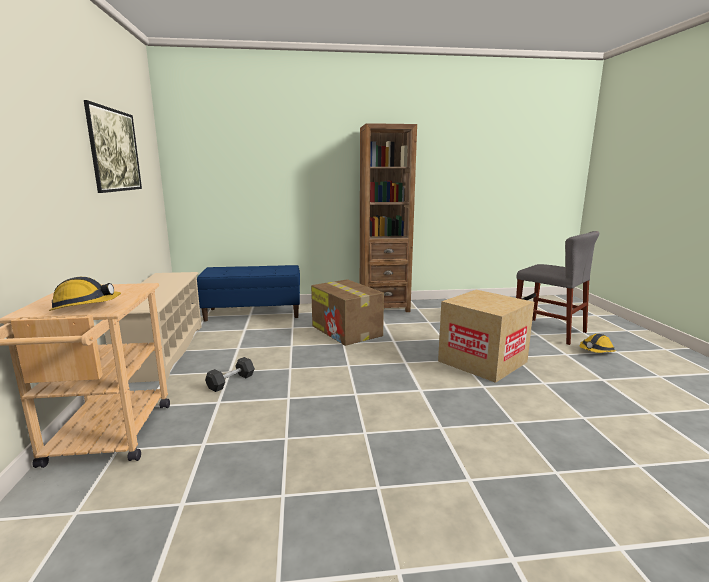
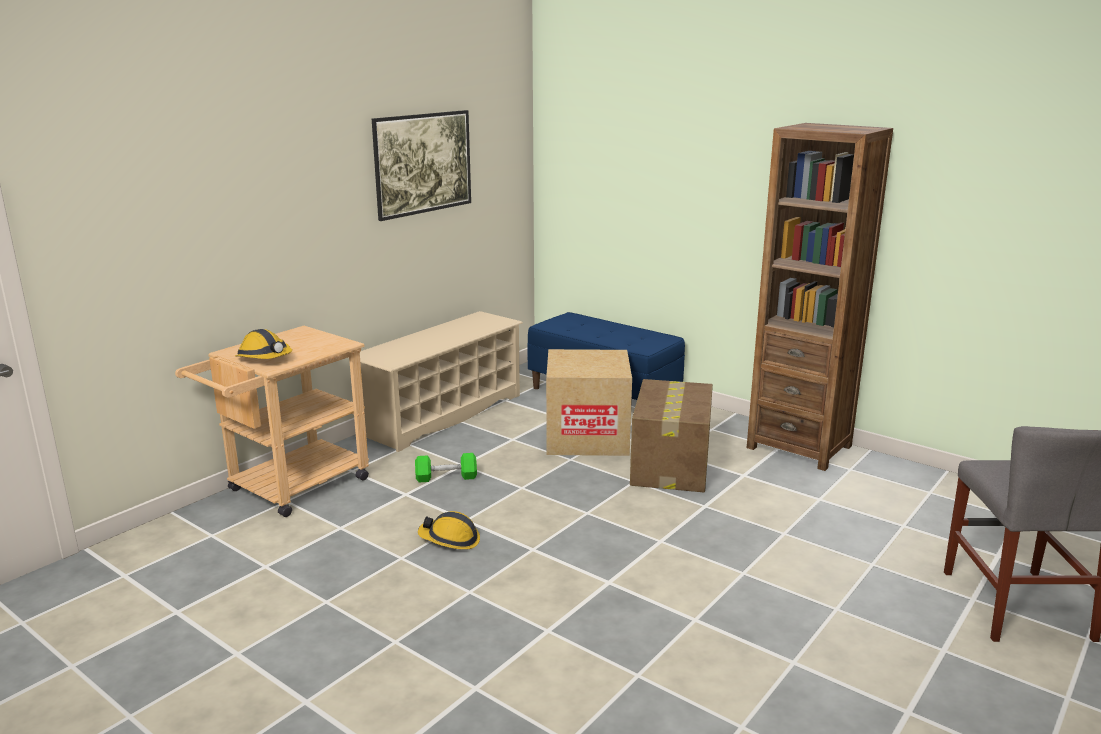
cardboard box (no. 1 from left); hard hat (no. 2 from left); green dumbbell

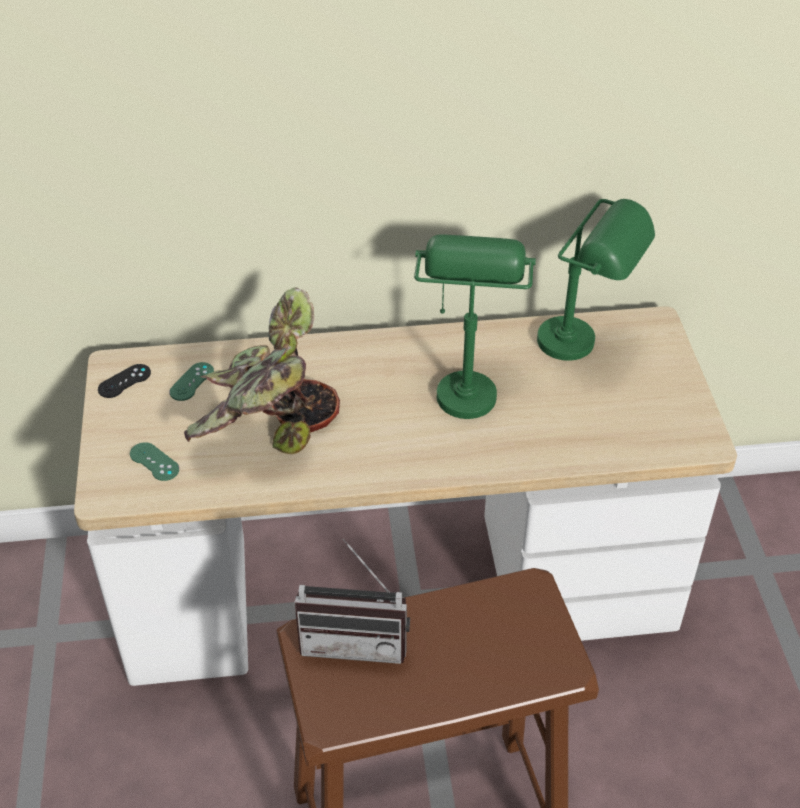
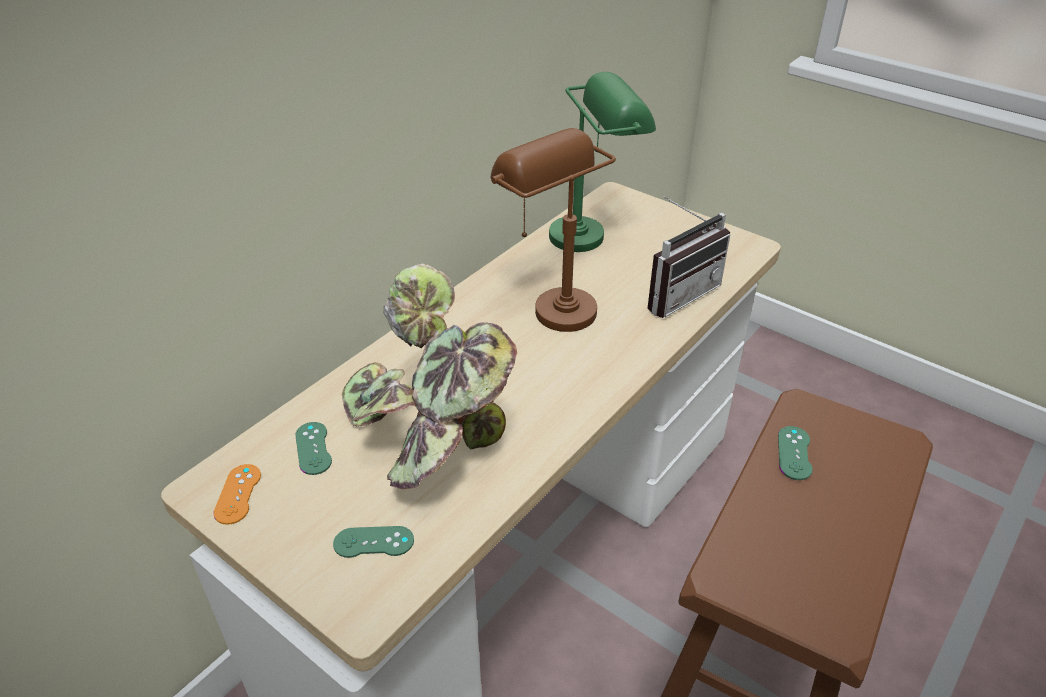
brown table lamp; orange game controller; radio; green game controller (no. 3 from left)

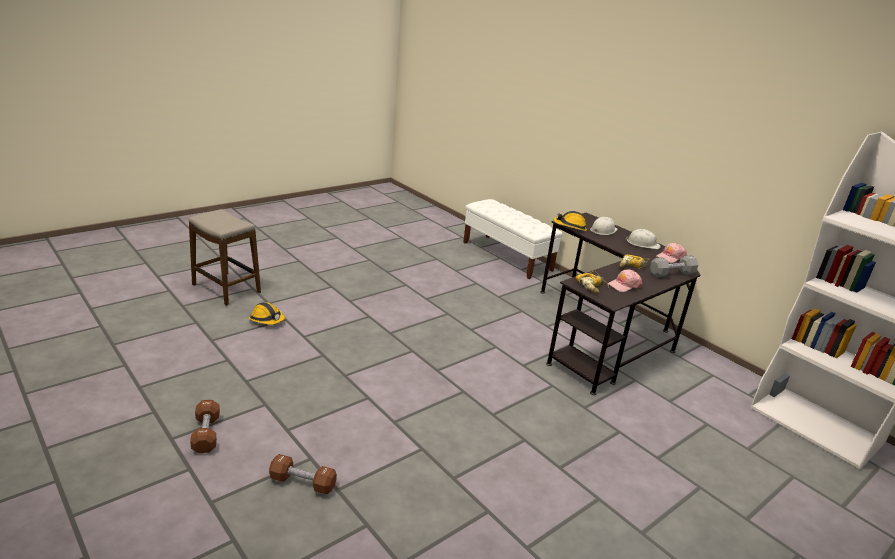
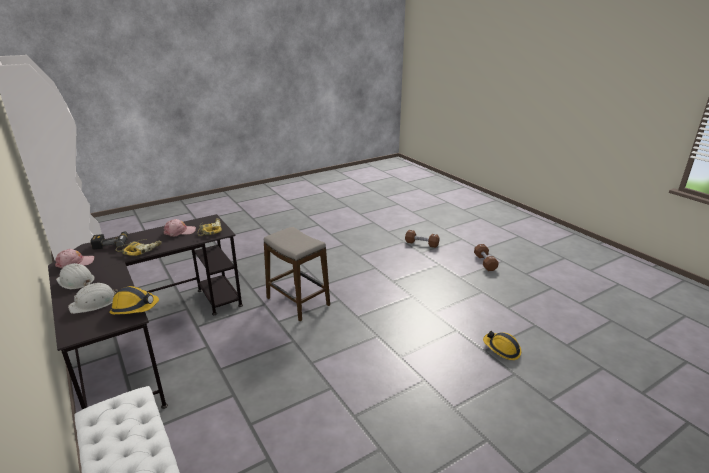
stool; power drill (no. 1 from left)

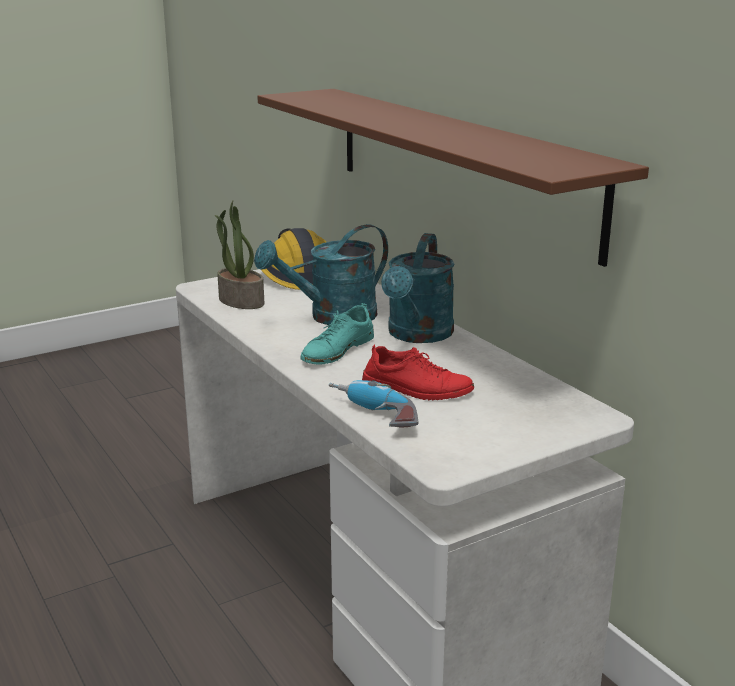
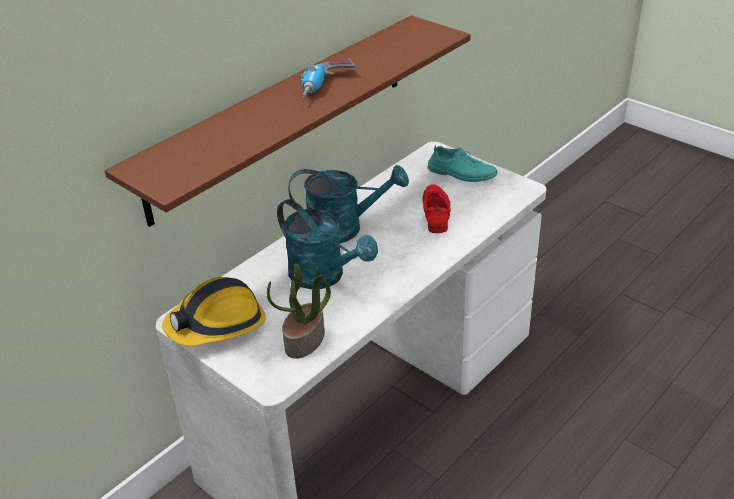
turquoise shoe; power drill

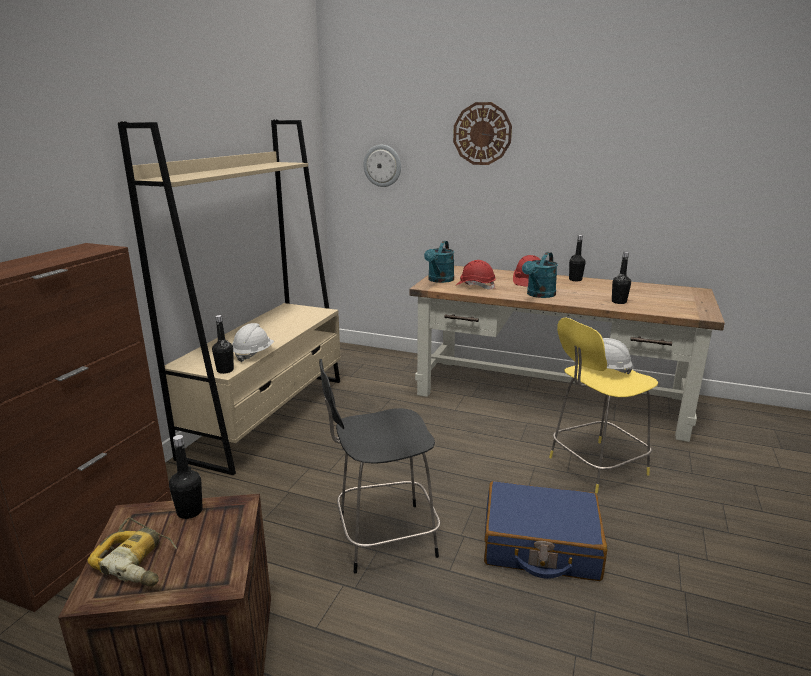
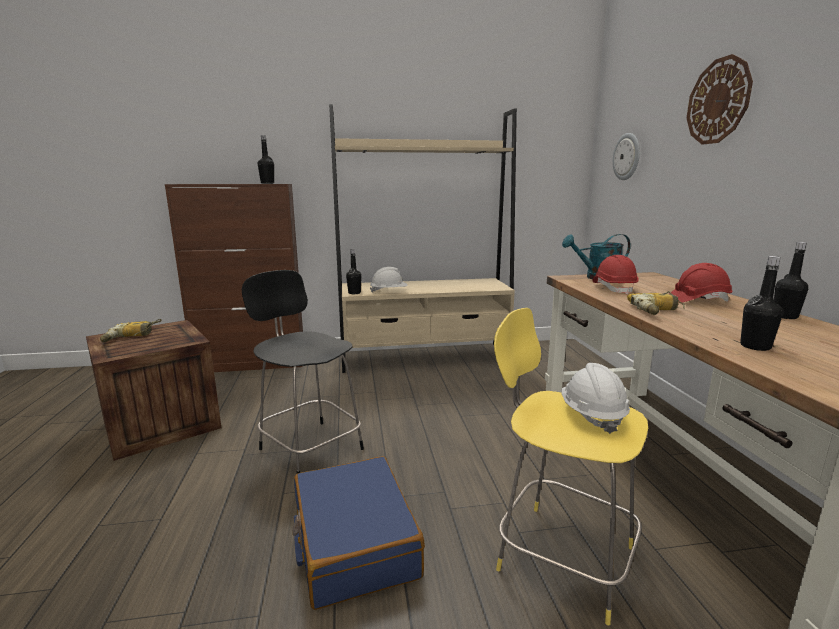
power drill (no. 2 from left); black bottle (no. 1 from left)

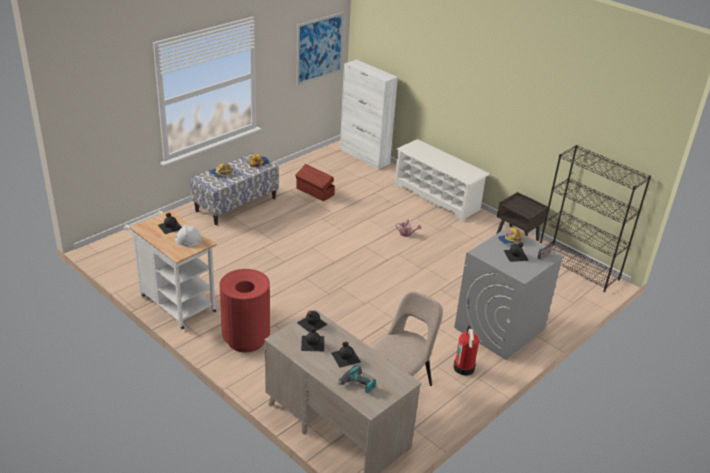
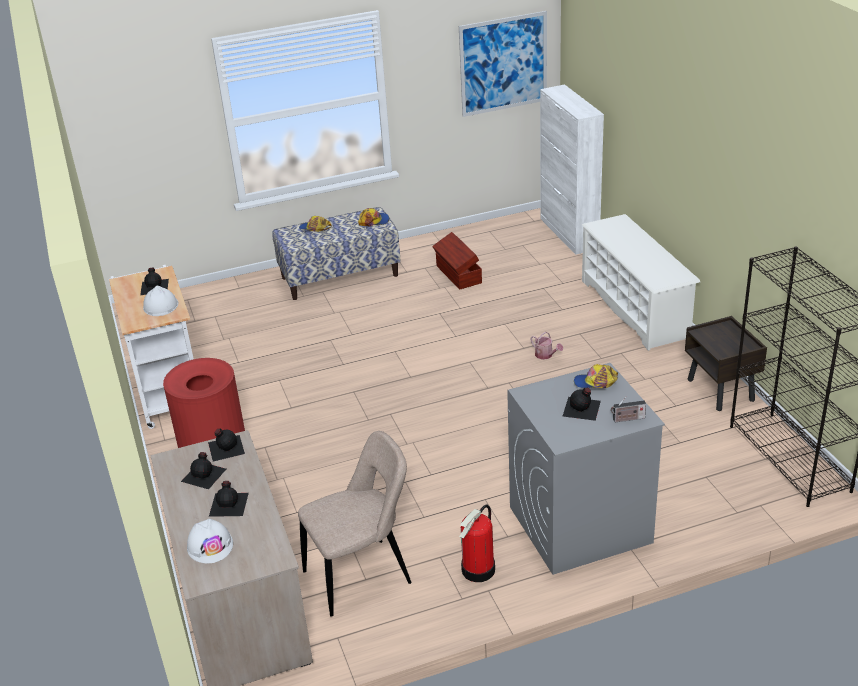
white hard hat (no. 2 from left)

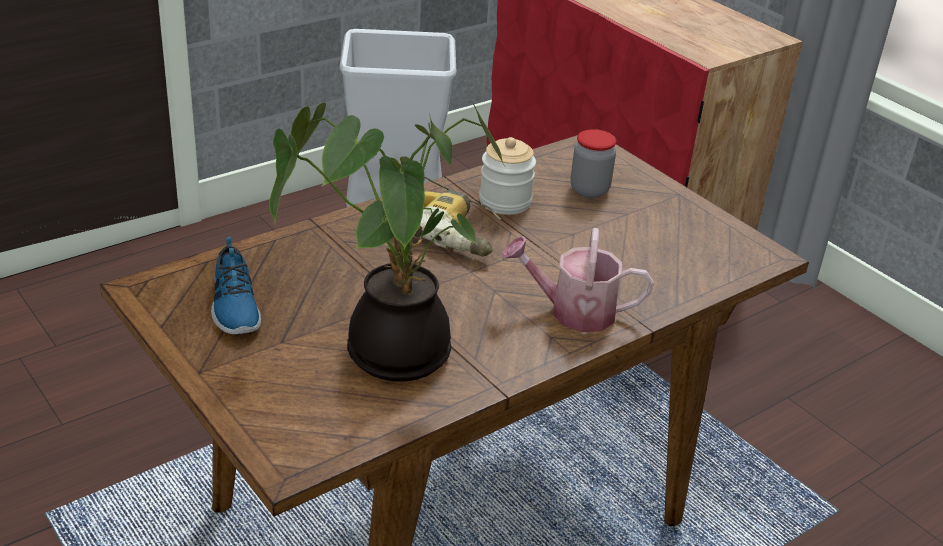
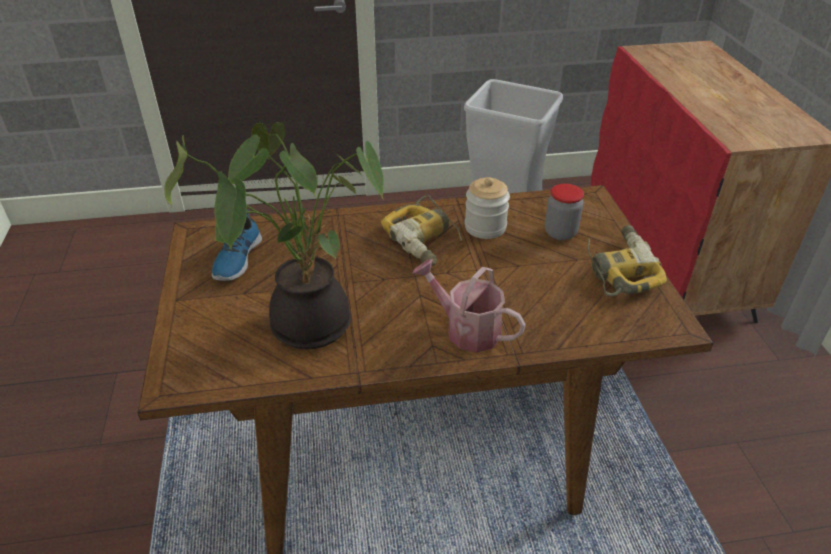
power drill (no. 2 from left)

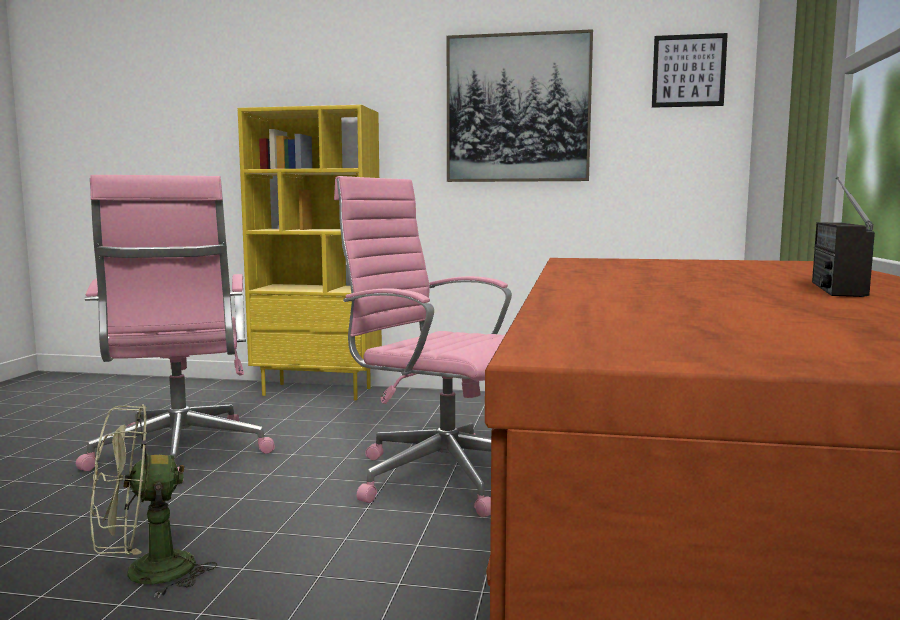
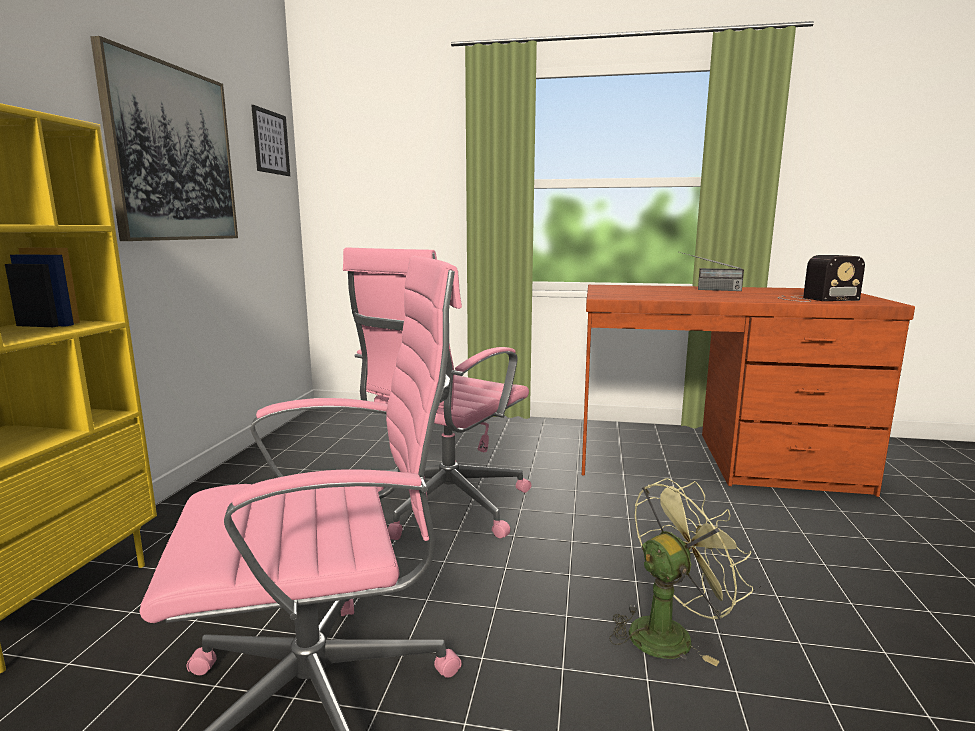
green fan; radio (no. 2 from left)

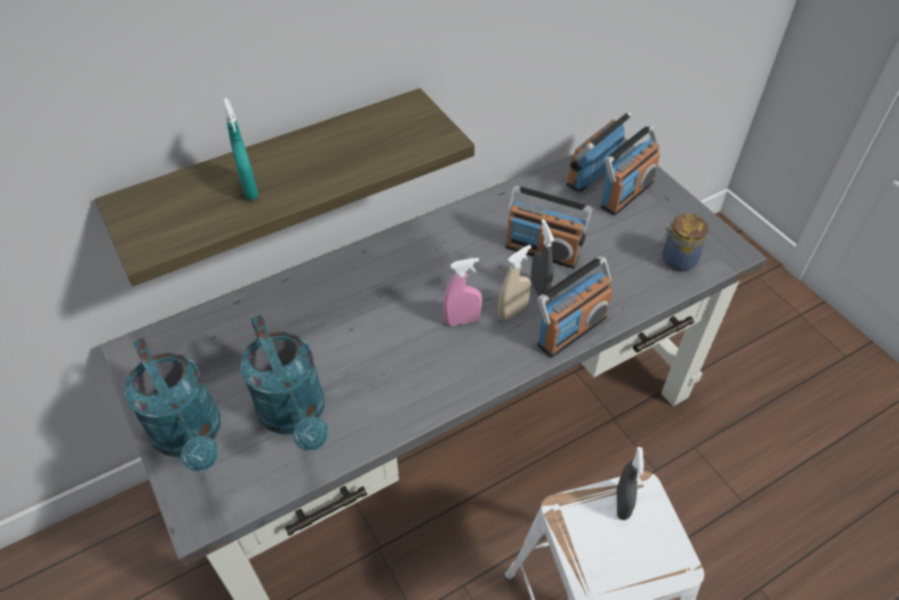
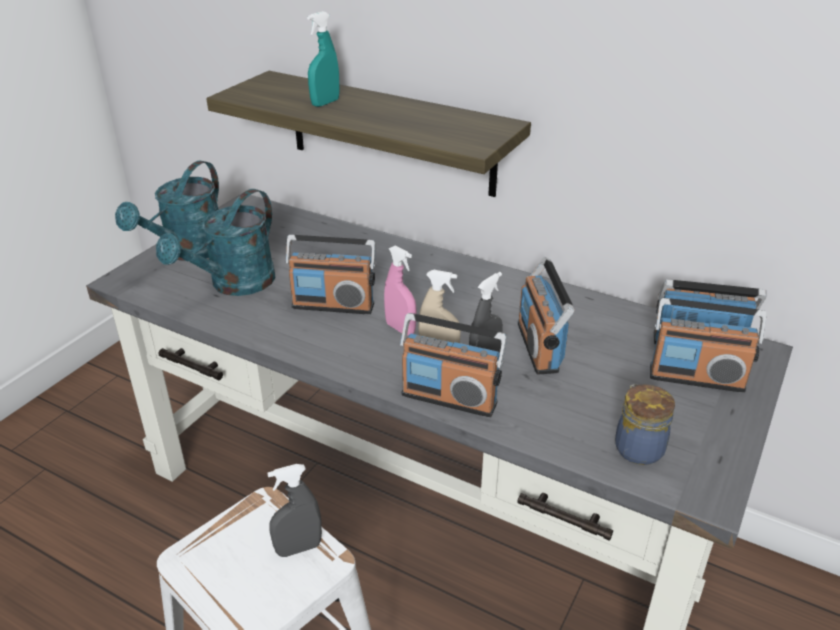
radio (no. 1 from left)

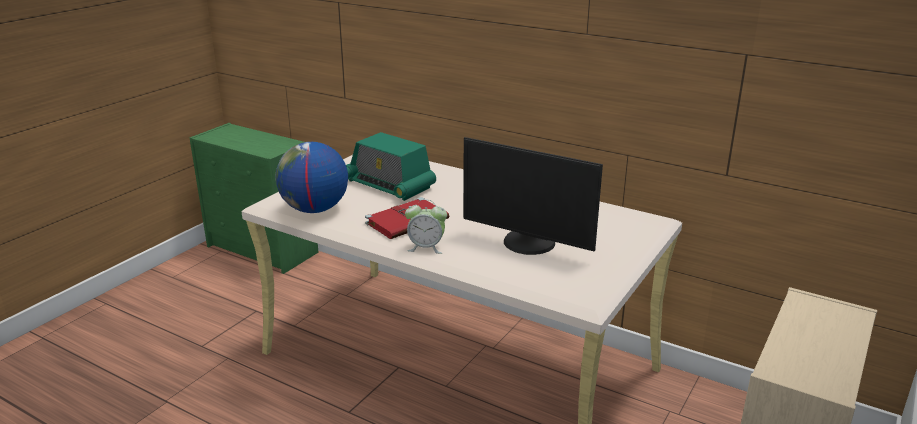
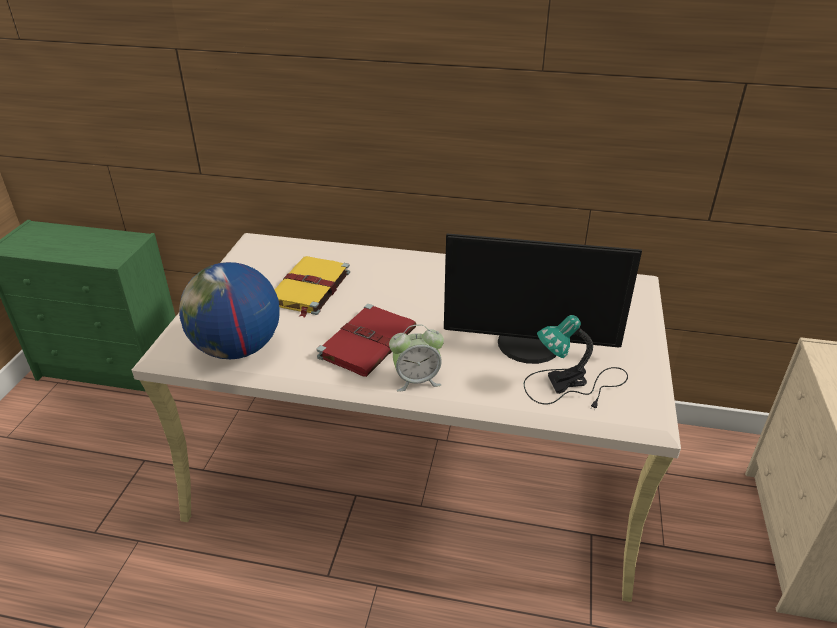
yellow book; table lamp

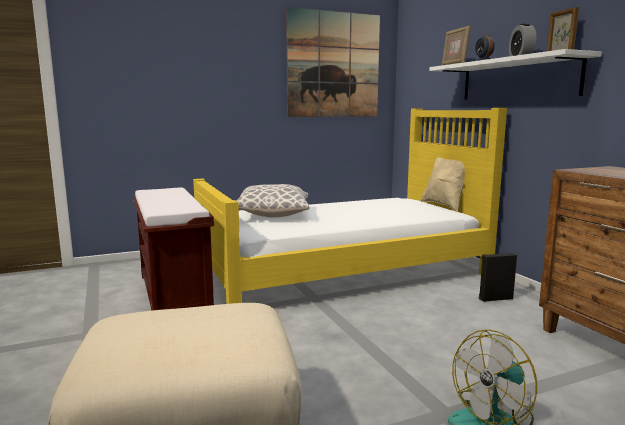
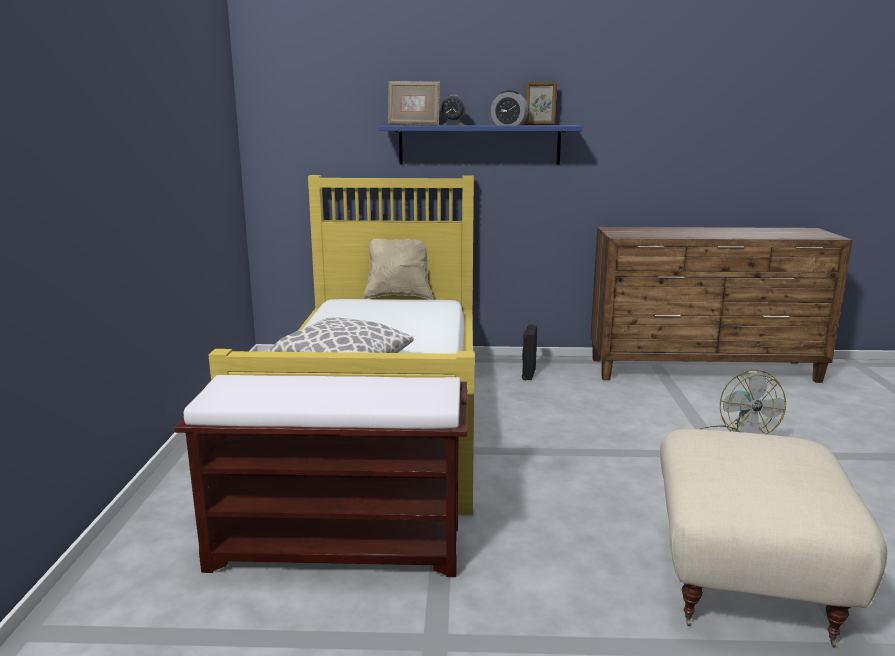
picture; blue shelf

